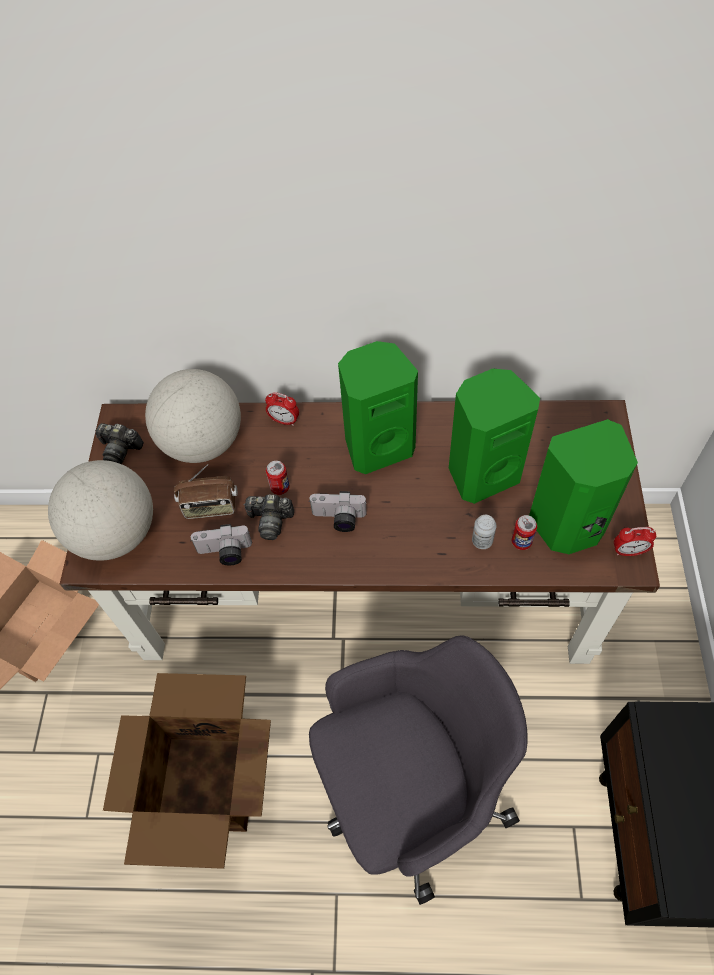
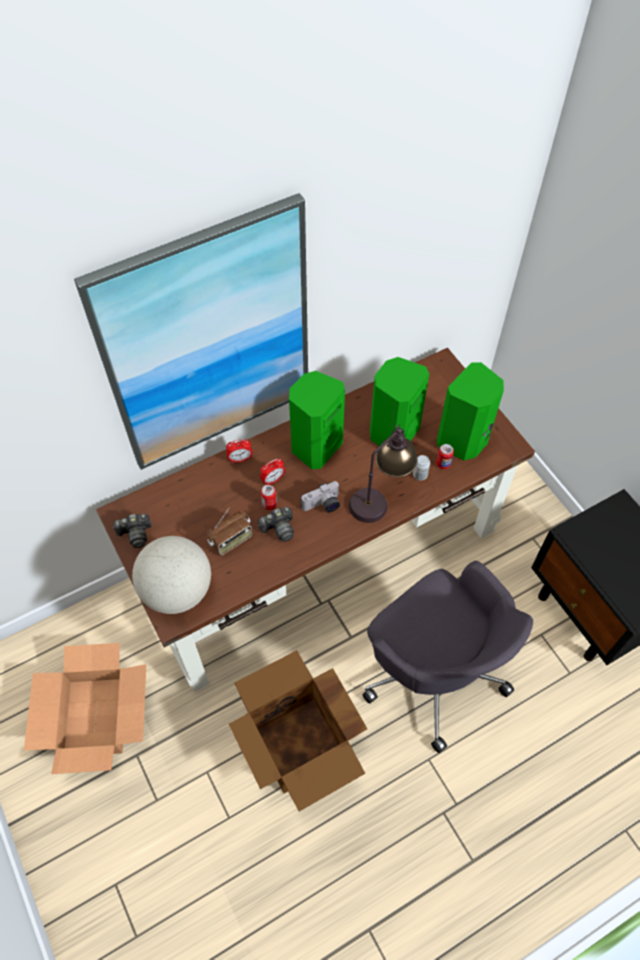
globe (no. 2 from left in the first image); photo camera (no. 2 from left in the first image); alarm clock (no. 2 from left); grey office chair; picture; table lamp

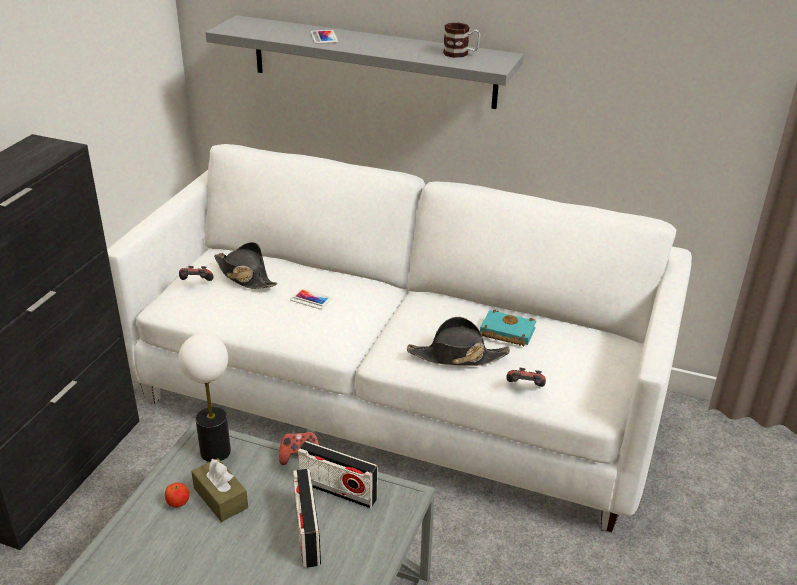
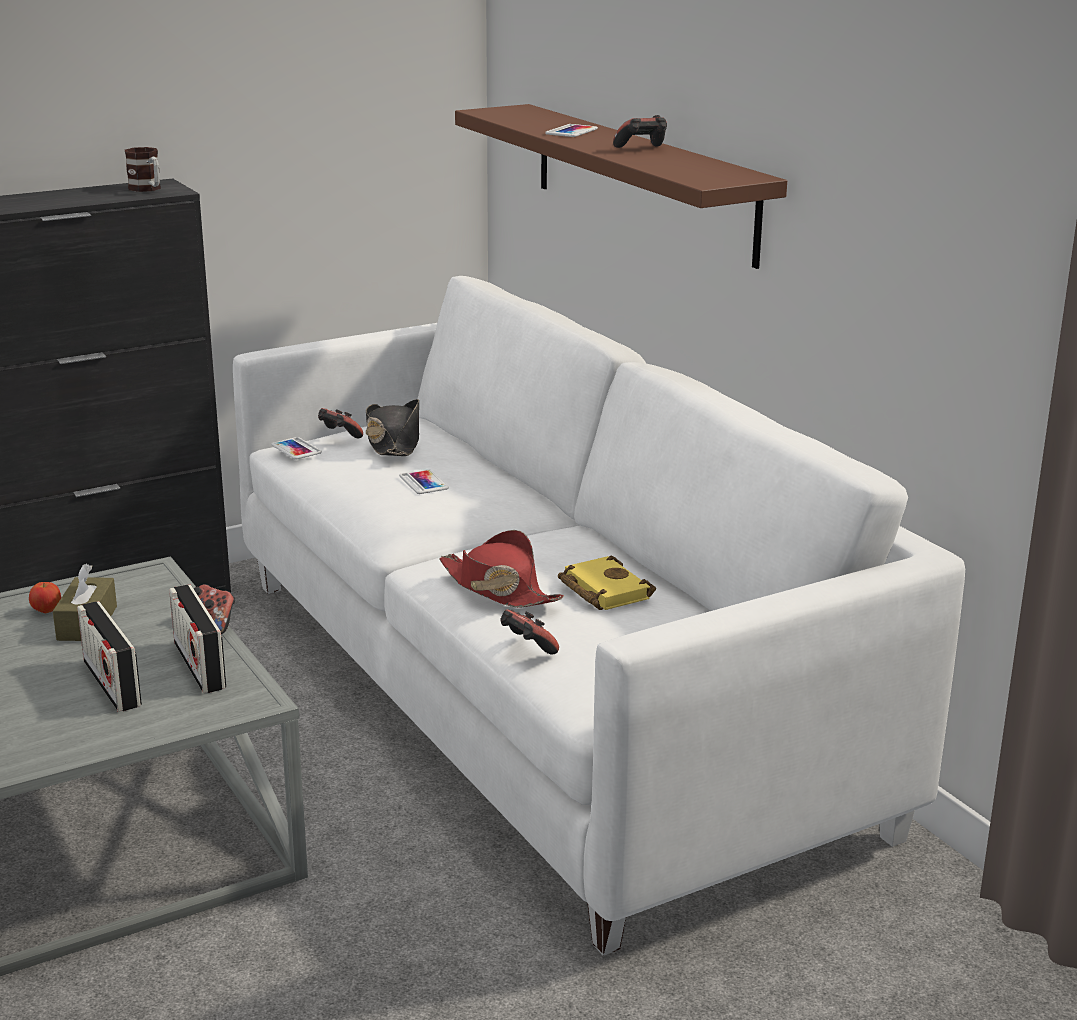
brown shelf; mug; yellow book; red hat; table lamp; radio (no. 1 from left); game controller (no. 4 from left); phone (no. 1 from left)

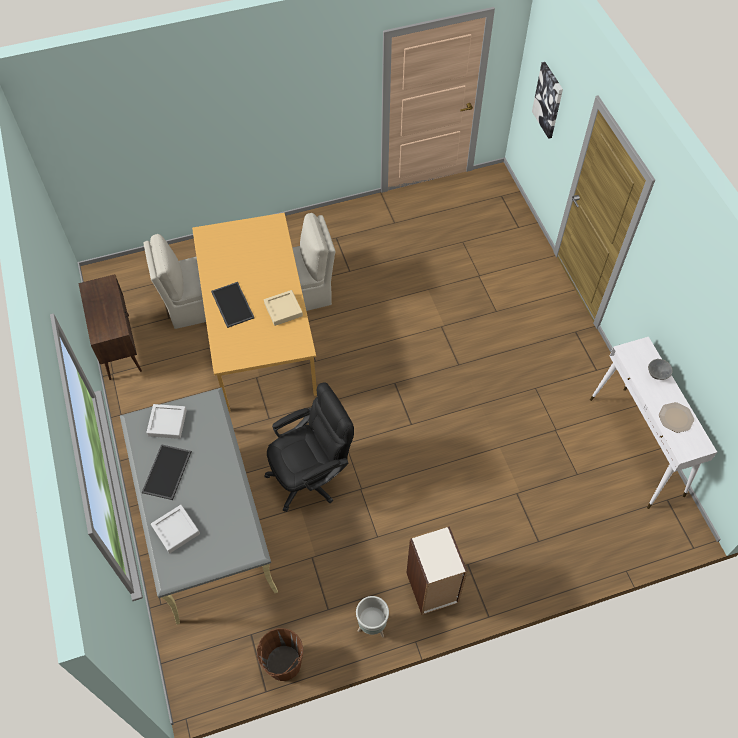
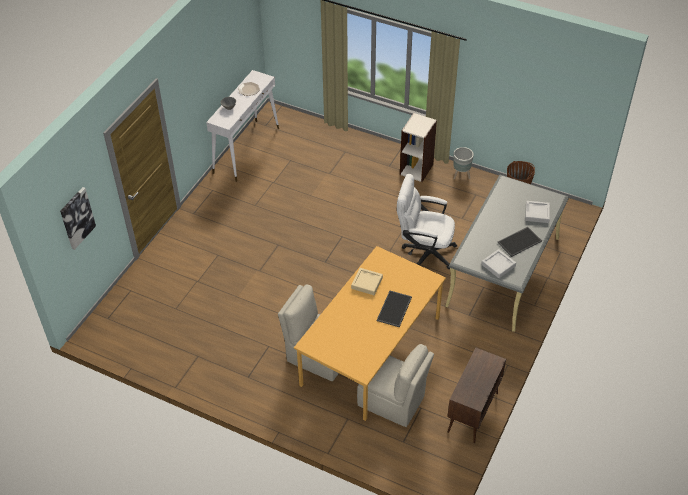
white office chair

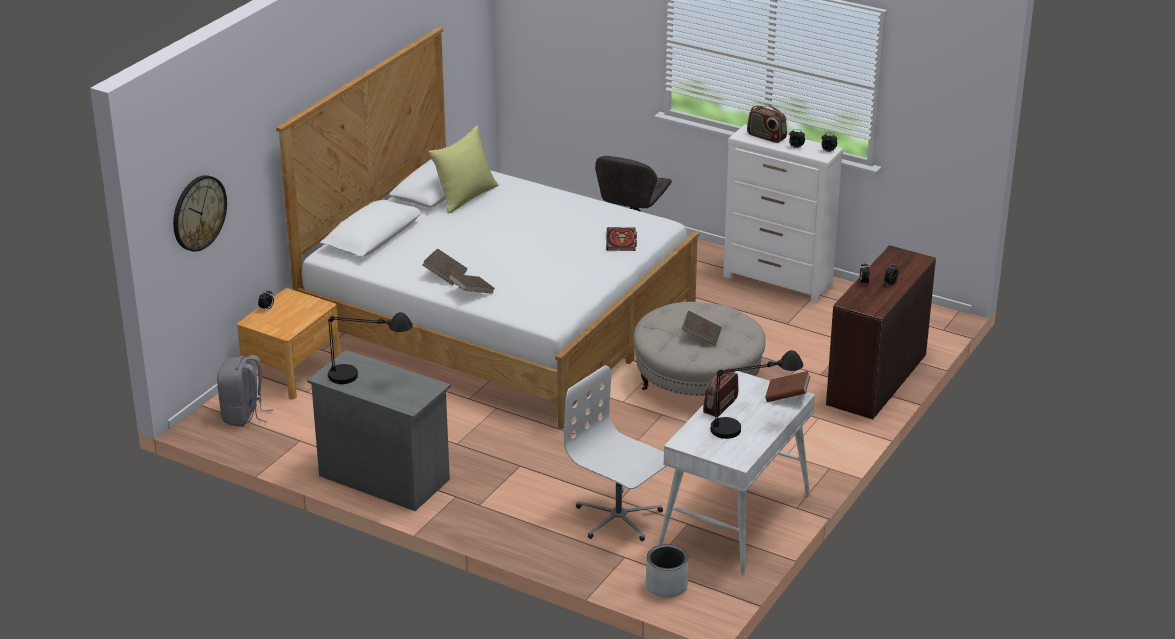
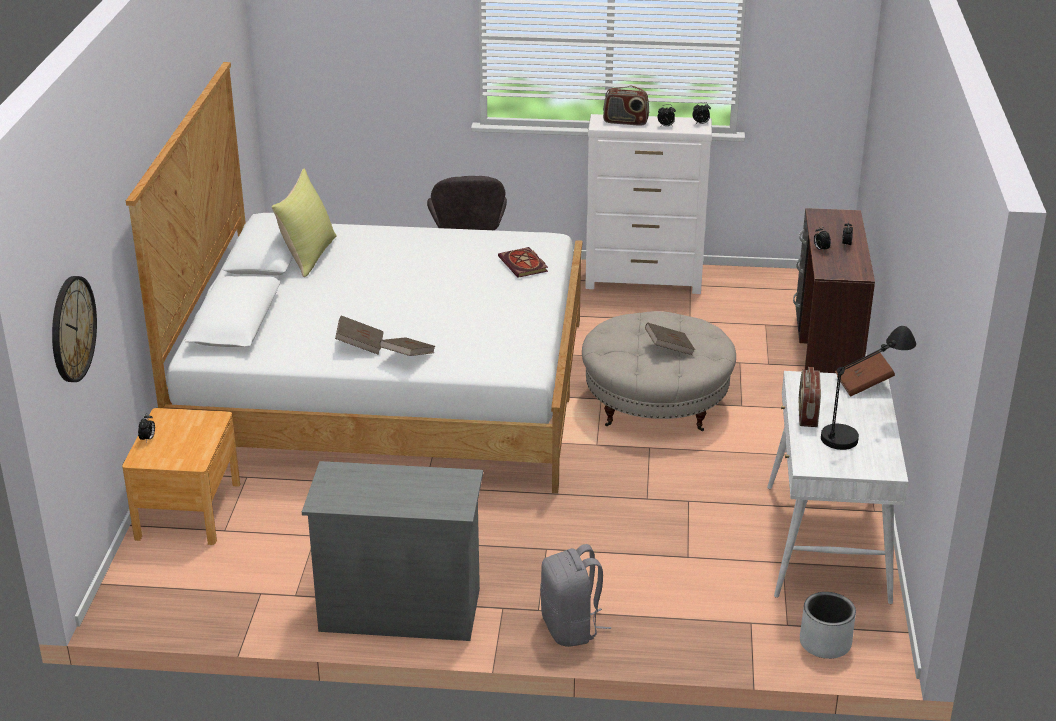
black table lamp (no. 1 from left in the first image); grey backpack; white office chair

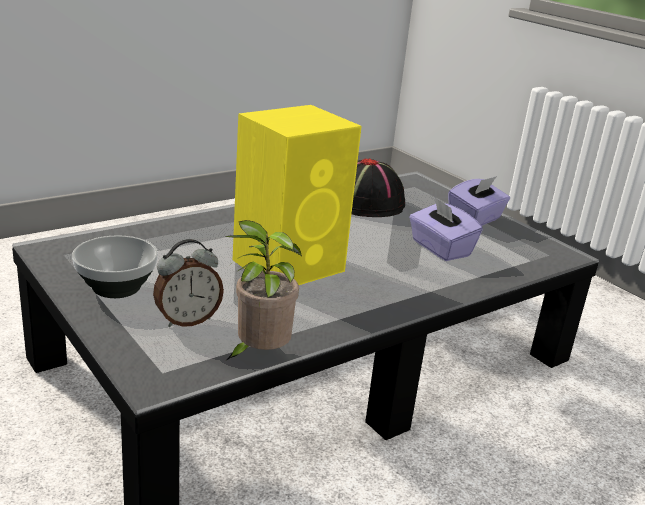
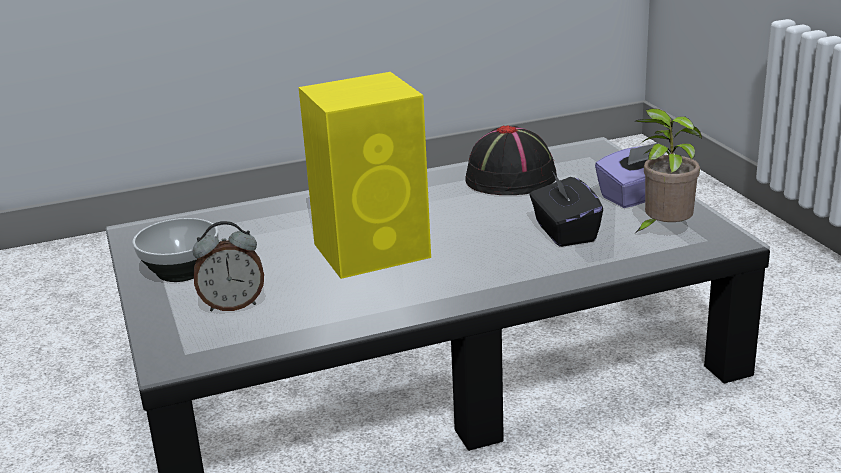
black tissue box; potted plant

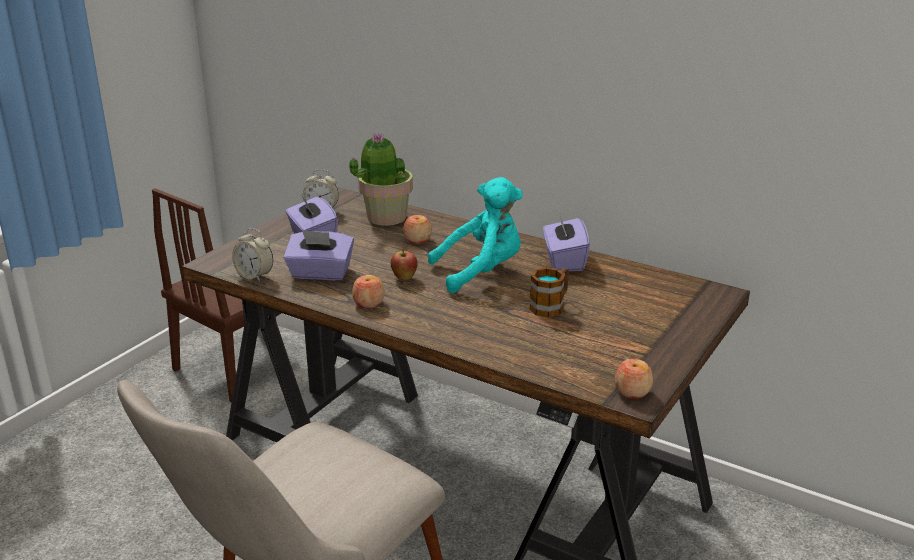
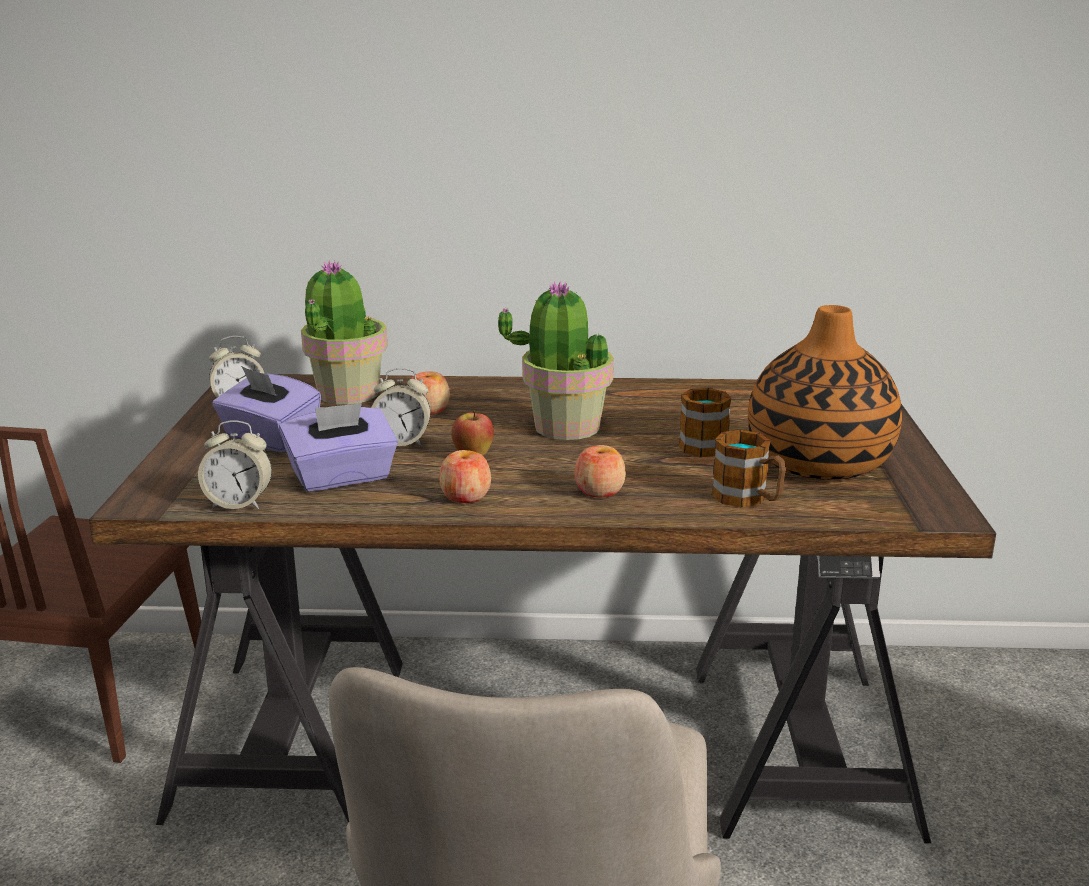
potted plant (no. 2 from left); purple tissue box (no. 3 from left in the first image); apple (no. 4 from left); vase; alarm clock (no. 3 from left); mug (no. 2 from left)

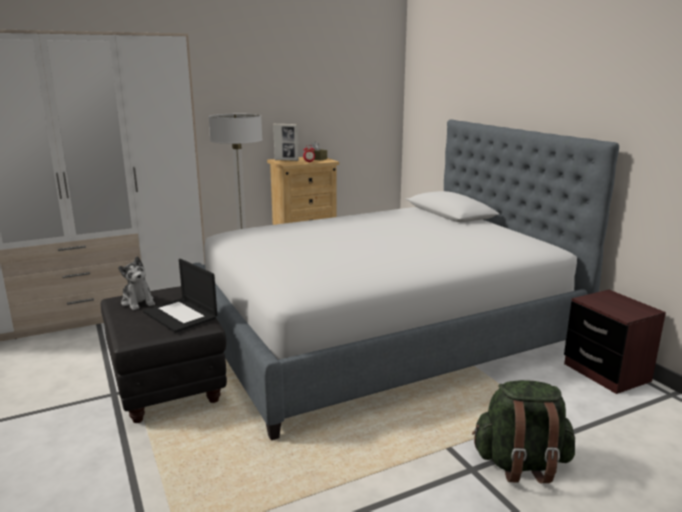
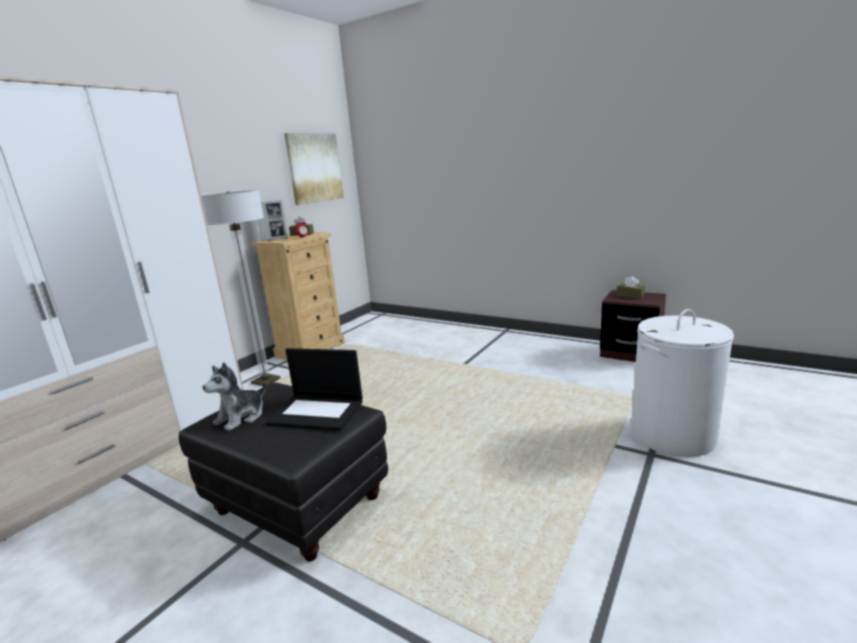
bed; plush toy; white laundry basket; picture; brown tissue box (no. 2 from left)

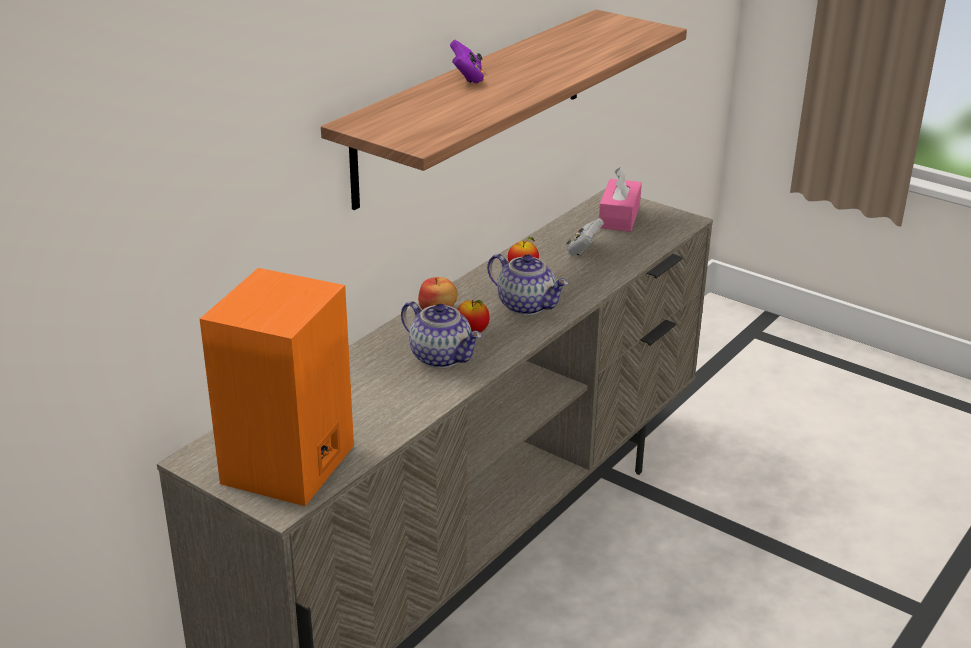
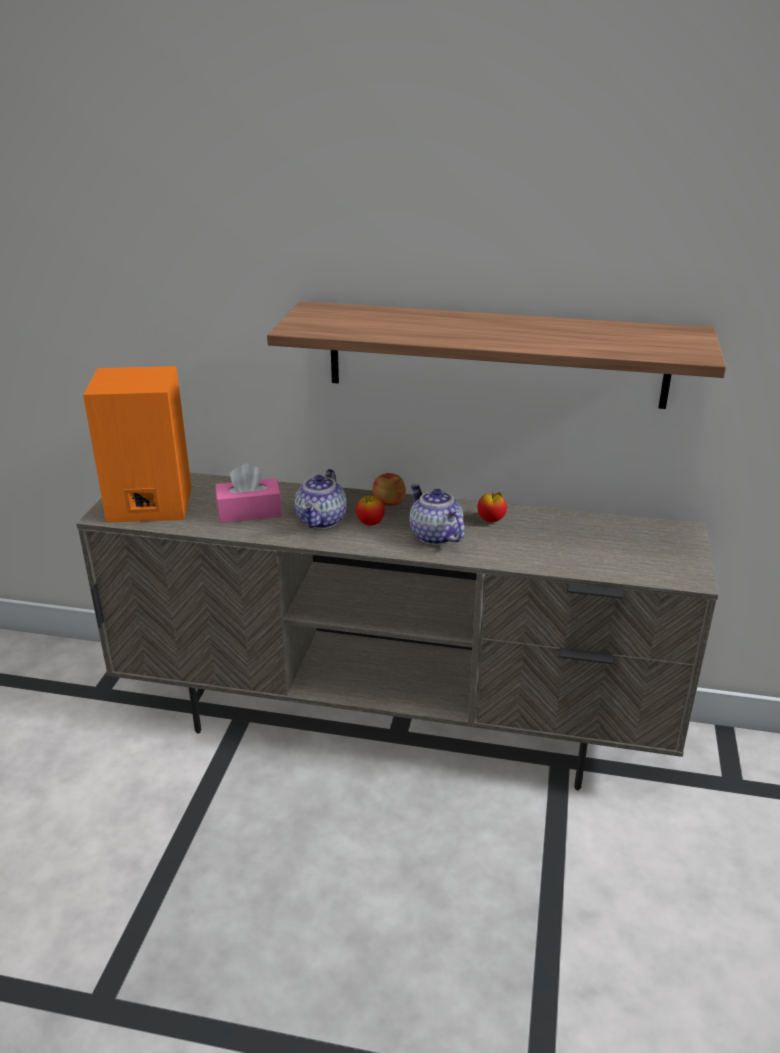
purple game controller; pink tissue box; white game controller; teapot (no. 2 from left)

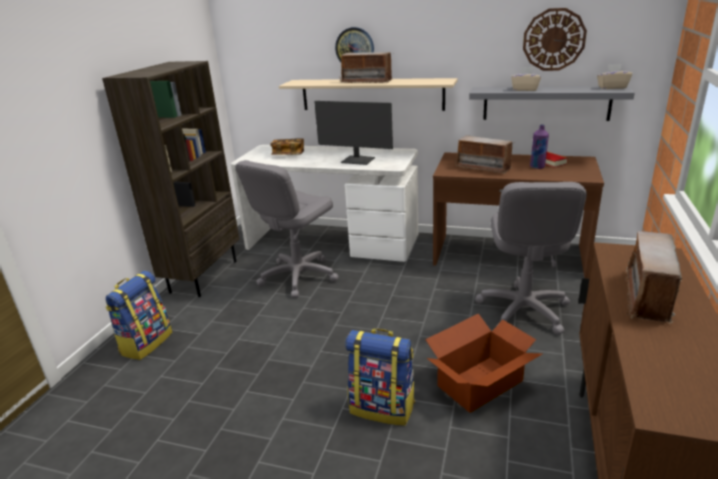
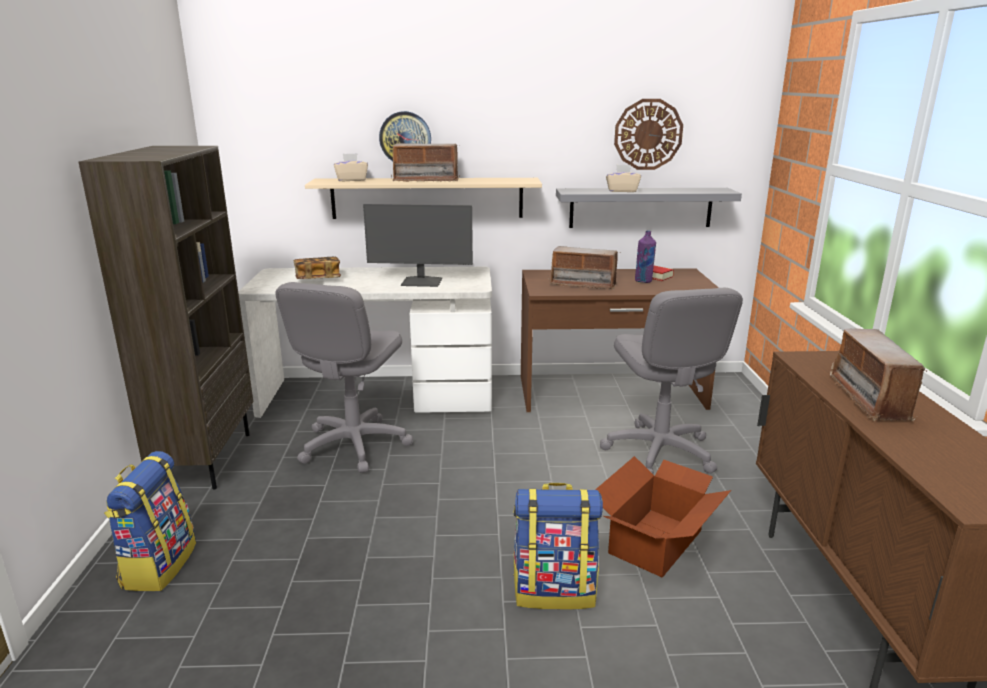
beige tissue box (no. 1 from left)

